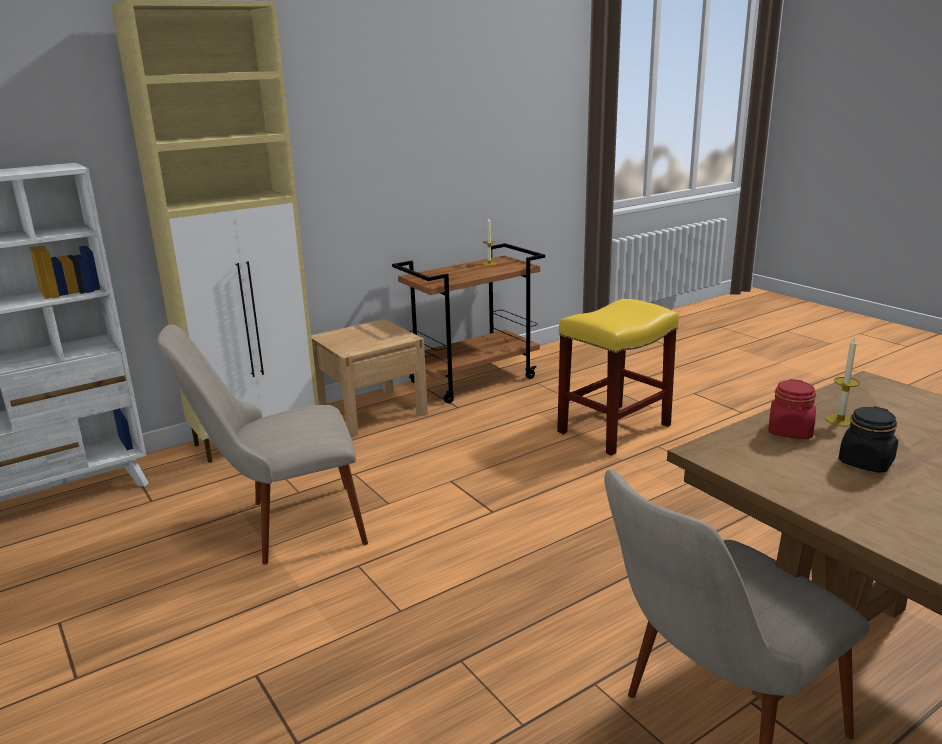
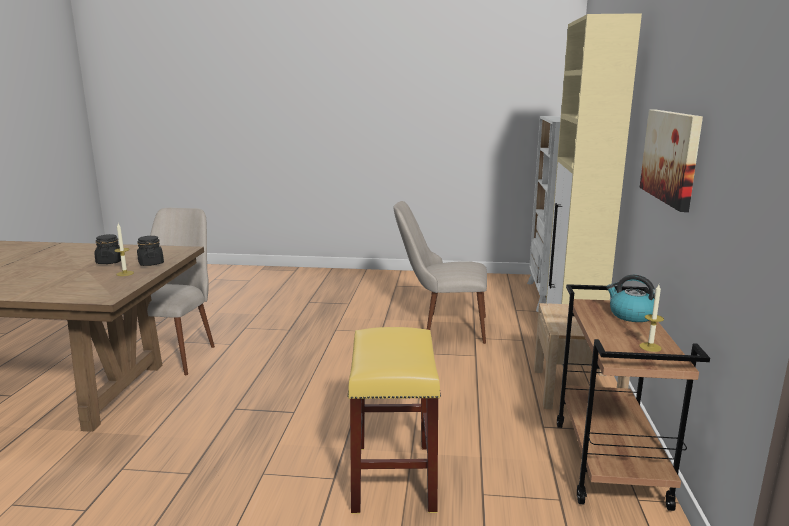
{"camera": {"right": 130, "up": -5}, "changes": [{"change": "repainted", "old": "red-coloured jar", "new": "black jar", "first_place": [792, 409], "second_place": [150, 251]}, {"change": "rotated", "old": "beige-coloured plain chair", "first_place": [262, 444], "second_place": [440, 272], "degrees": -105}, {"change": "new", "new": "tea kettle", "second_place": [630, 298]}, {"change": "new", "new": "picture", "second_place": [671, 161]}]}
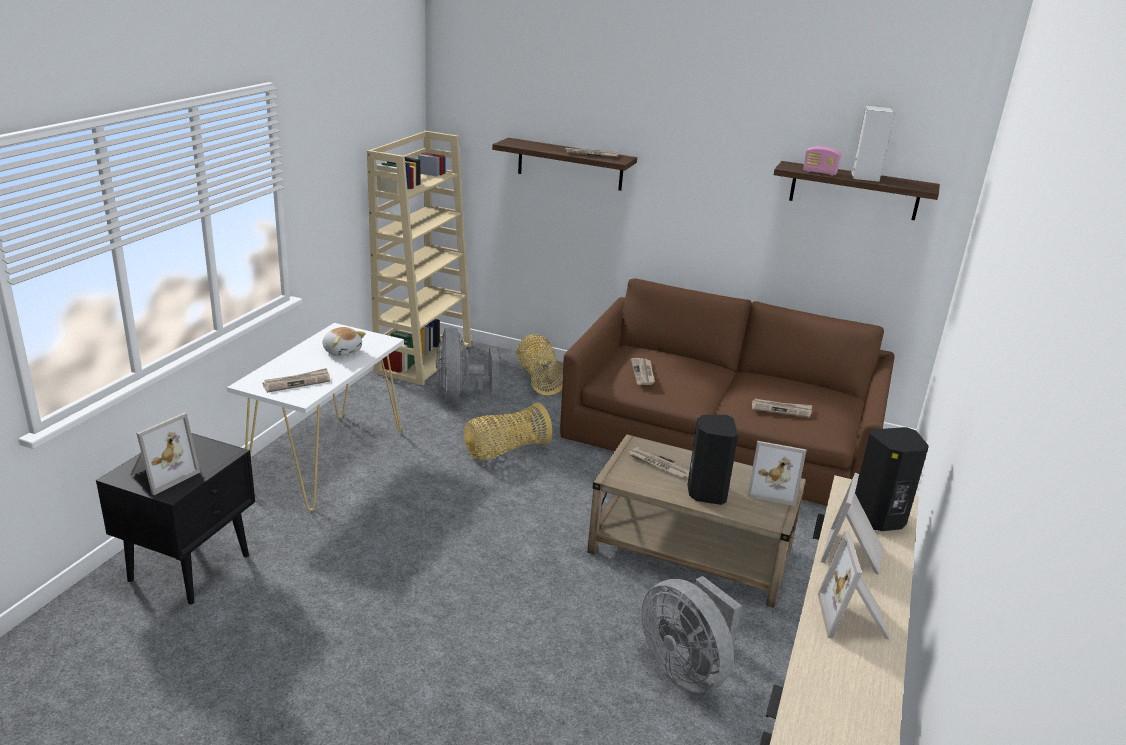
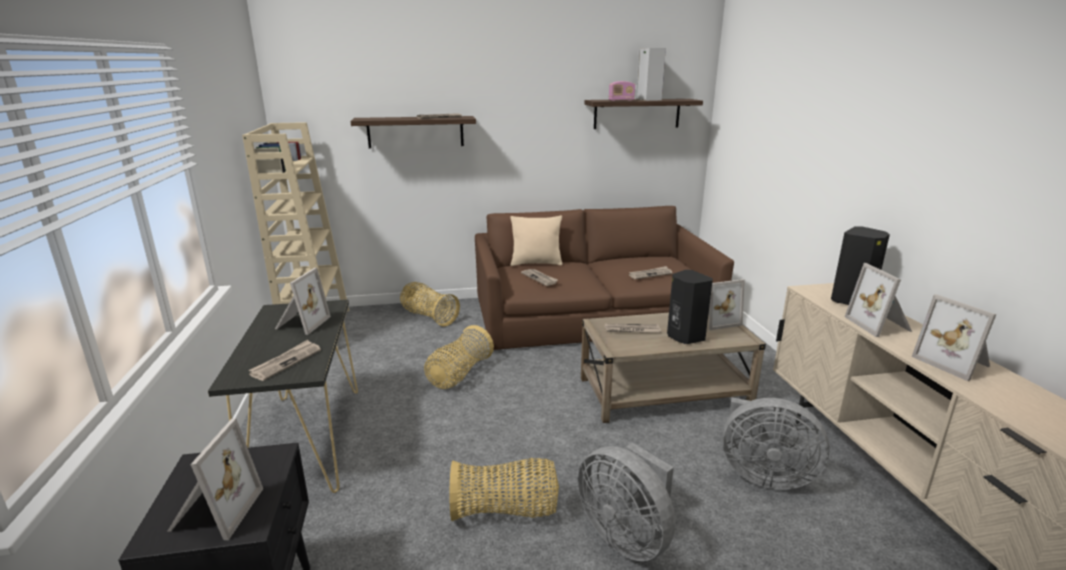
{"camera": {"right": -30, "up": -5}, "changes": [{"change": "repainted", "old": "white hall table", "new": "black hall table", "first_place": [315, 417], "second_place": [283, 396]}, {"change": "swapped", "old": "cuddly toy", "new": "photo frame", "first_place": [344, 341], "second_place": [303, 301]}, {"change": "new", "new": "storage basket", "second_place": [504, 489]}, {"change": "new", "new": "beige-coloured pillow", "second_place": [536, 241]}, {"change": "shifted", "old": "greyish electric fan", "first_place": [467, 363], "second_place": [627, 502]}]}
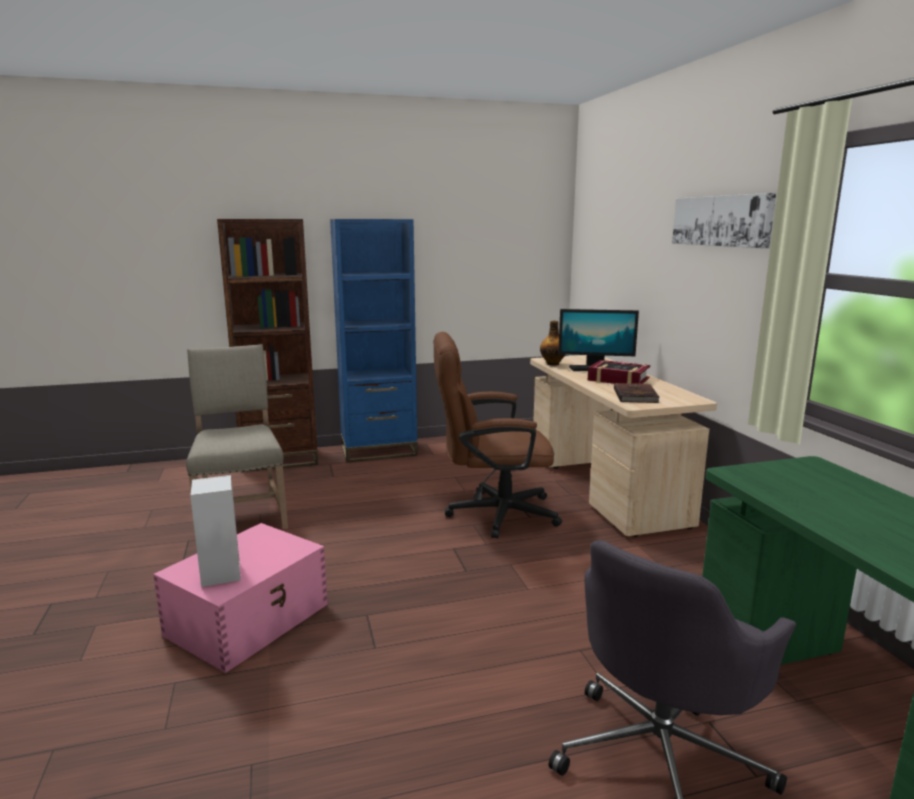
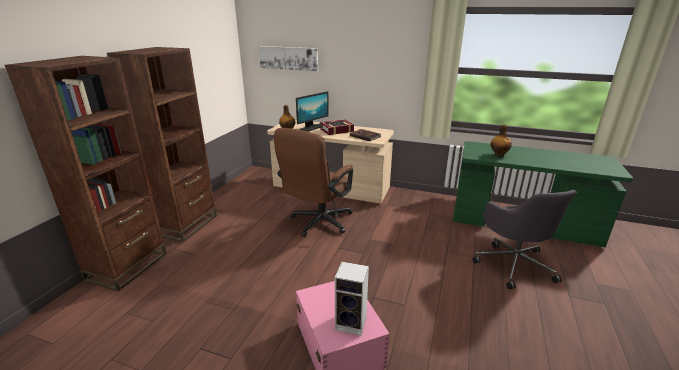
{"camera": {"right": -55, "up": 10}, "changes": [{"change": "repainted", "old": "bluish bookshelf", "new": "brown bookshelf", "first_place": [374, 340], "second_place": [162, 144]}, {"change": "shifted", "old": "picture", "first_place": [724, 220], "second_place": [288, 58]}, {"change": "new", "new": "bottle", "second_place": [501, 140]}, {"change": "gone", "old": "beige-coloured plain chair", "first_place": [237, 436]}]}
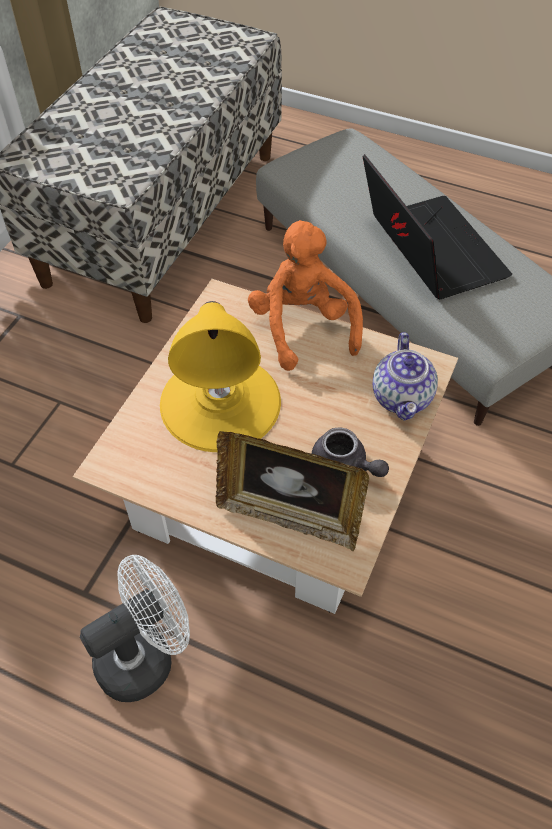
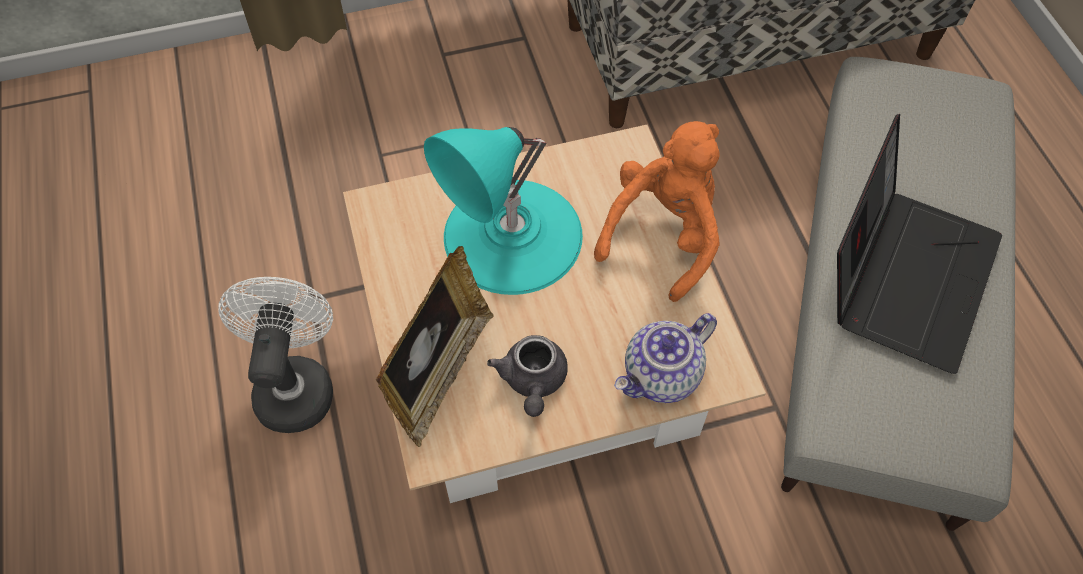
{"camera": {"right": 50, "up": 5}, "changes": [{"change": "rotated", "old": "white electric fan", "first_place": [135, 628], "second_place": [275, 355], "degrees": -105}, {"change": "rotated", "old": "photo frame", "first_place": [292, 491], "second_place": [435, 346], "degrees": -135}, {"change": "repainted", "old": "yellow lamp for a table", "new": "turquoise lamp for a table", "first_place": [220, 376], "second_place": [503, 211]}]}
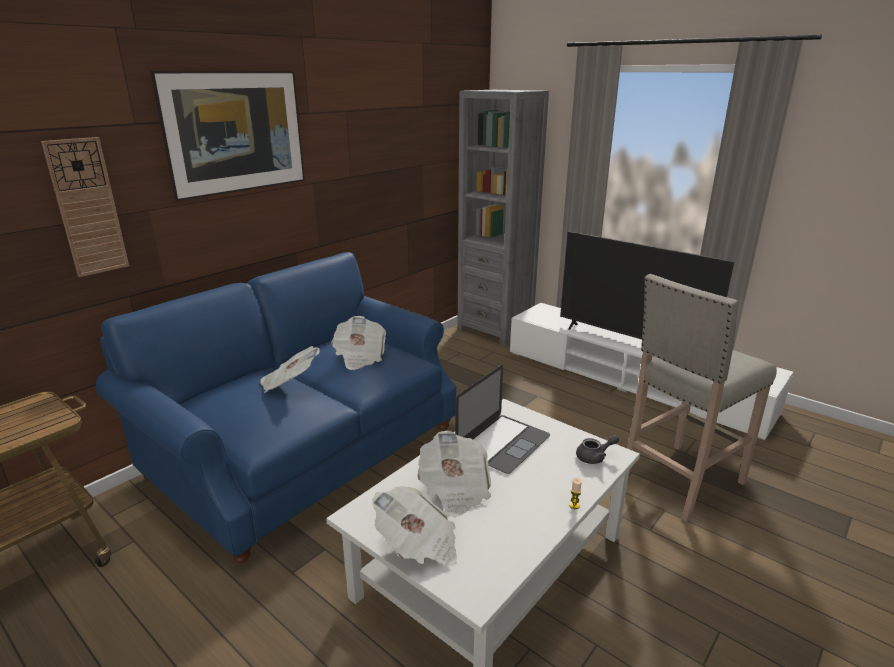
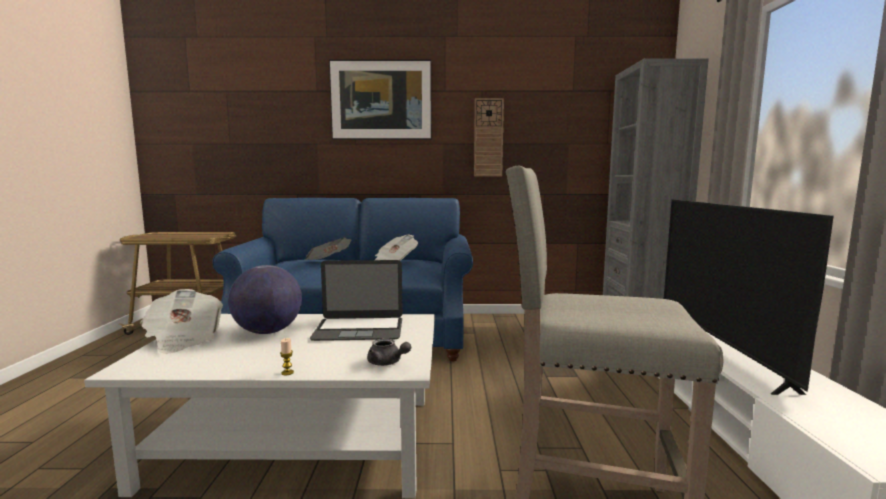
{"camera": {"right": 50, "up": -15}, "changes": [{"change": "swapped", "old": "printed paper", "new": "world globe", "first_place": [454, 474], "second_place": [265, 299]}, {"change": "shifted", "old": "hanging clock", "first_place": [85, 207], "second_place": [489, 137]}]}
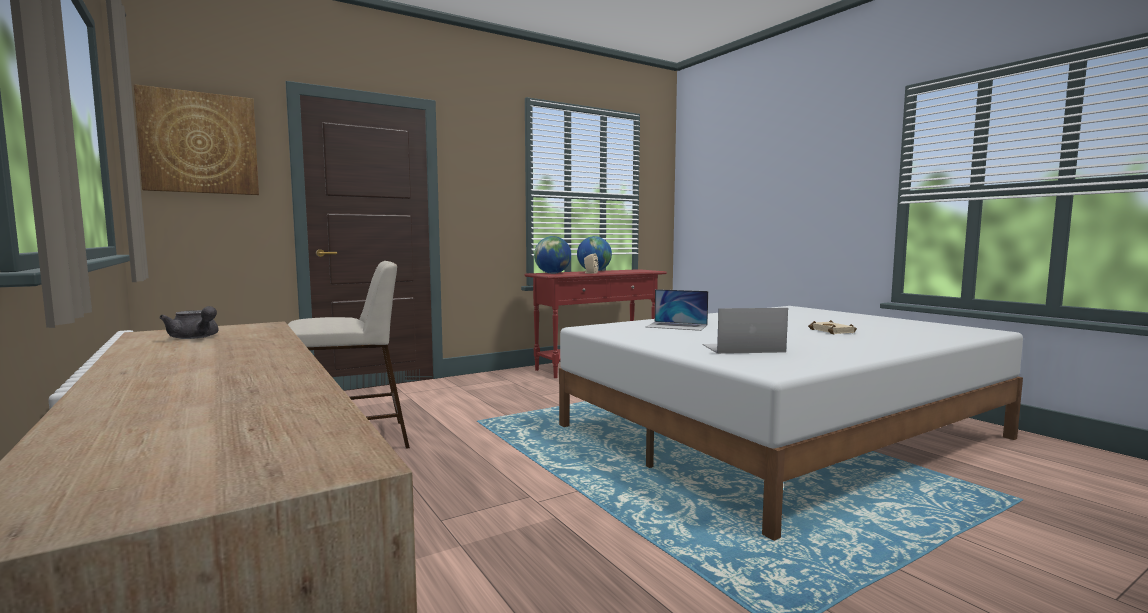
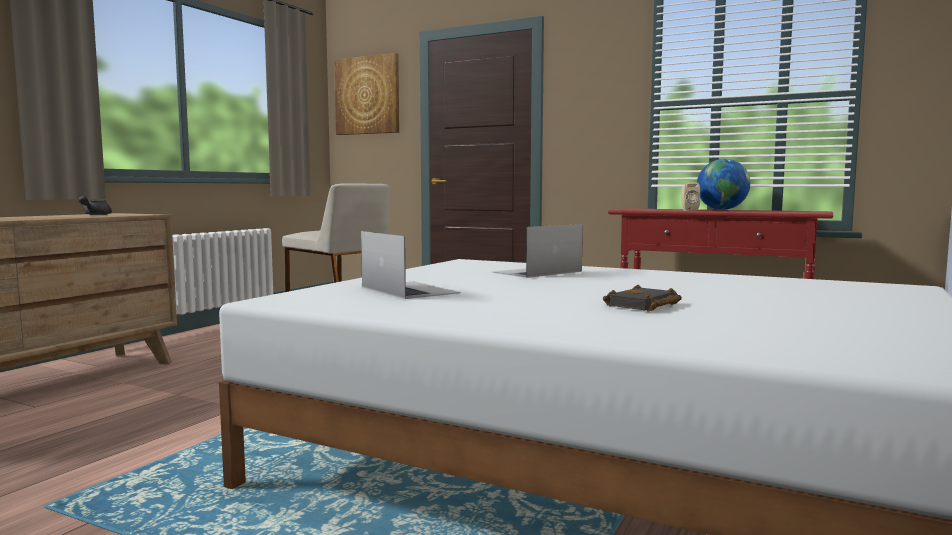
{"camera": {"right": 60, "up": 0}, "changes": [{"change": "rotated", "old": "notebook computer", "first_place": [677, 310], "second_place": [537, 251], "degrees": 60}, {"change": "repainted", "old": "beige-coloured book", "new": "black book", "first_place": [832, 327], "second_place": [642, 298]}, {"change": "gone", "old": "world globe", "first_place": [552, 255]}]}
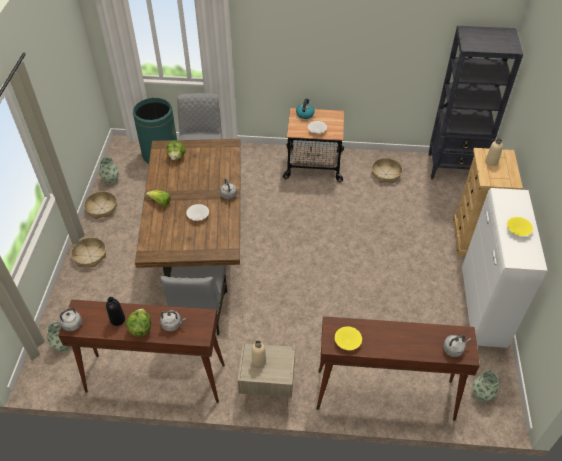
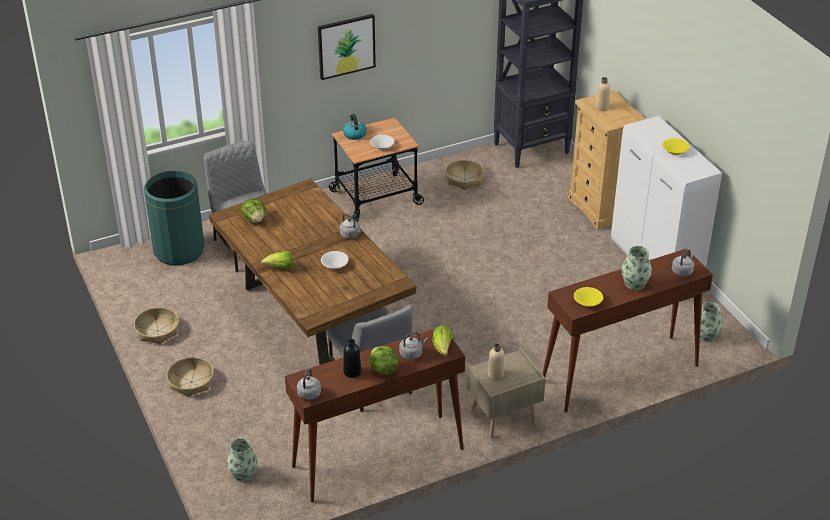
{"camera": {"right": -30, "up": -10}, "changes": [{"change": "new", "new": "picture", "second_place": [347, 47]}, {"change": "new", "new": "head of lettuce", "second_place": [442, 340]}, {"change": "shifted", "old": "vase", "first_place": [109, 170], "second_place": [637, 268]}]}
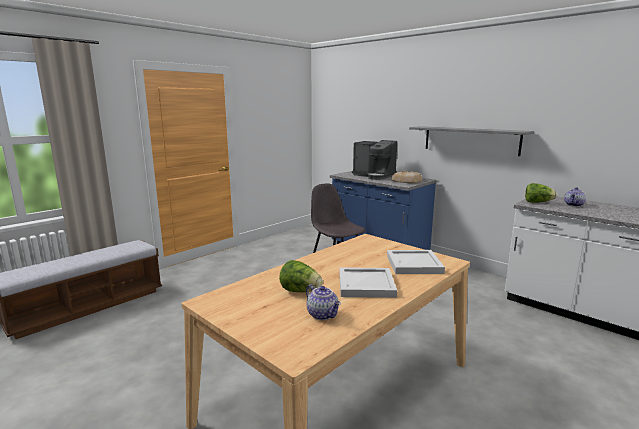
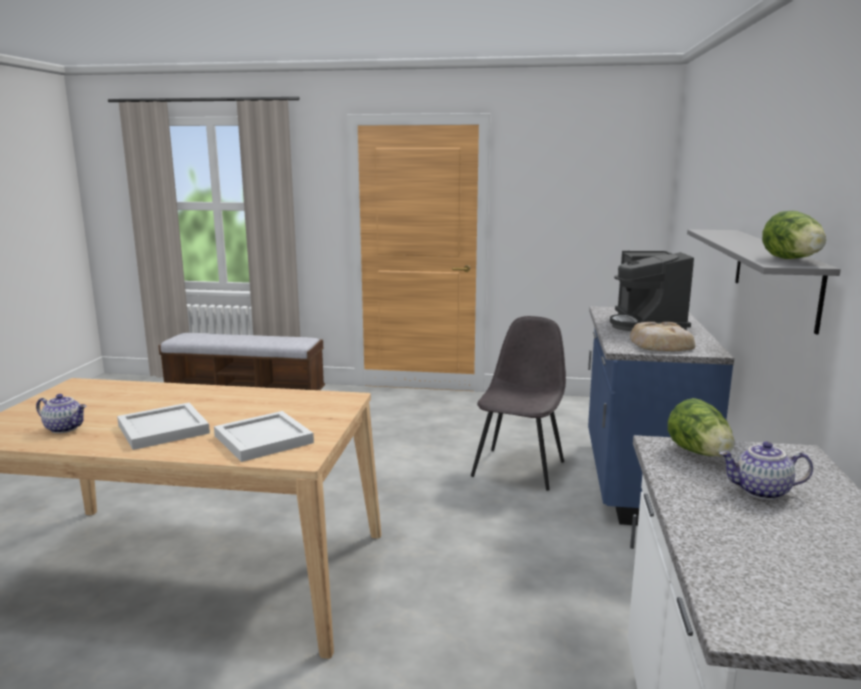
{"camera": {"right": 55, "up": 0}, "changes": [{"change": "rotated", "old": "teapot", "first_place": [323, 302], "second_place": [61, 413], "degrees": -90}, {"change": "shifted", "old": "head of lettuce", "first_place": [301, 276], "second_place": [794, 235]}]}
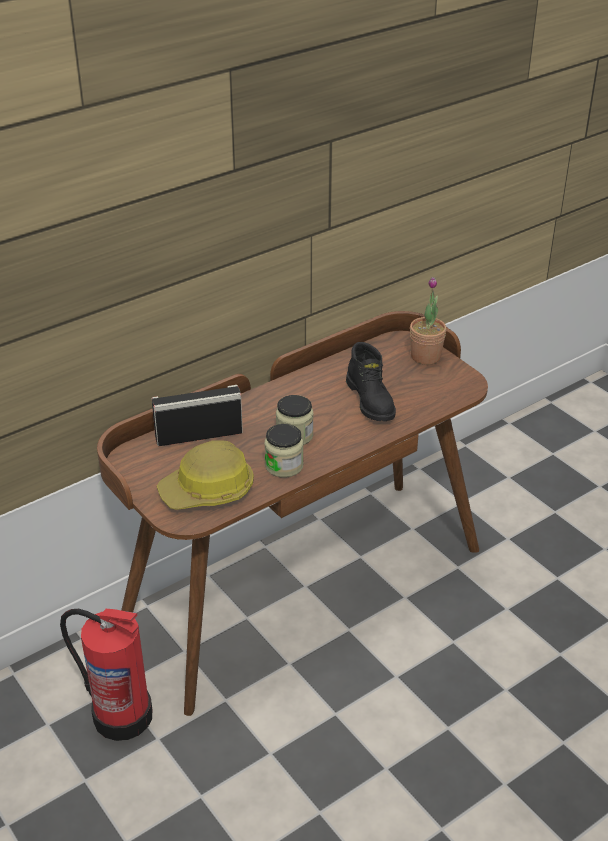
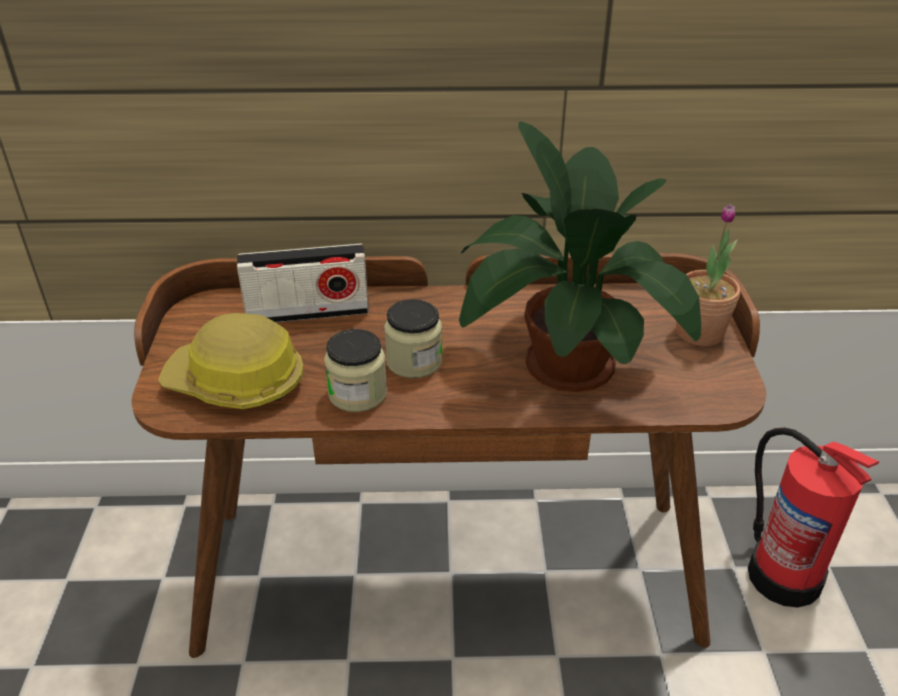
{"camera": {"right": 35, "up": 0}, "changes": [{"change": "rotated", "old": "radio set", "first_place": [197, 415], "second_place": [303, 282], "degrees": 150}, {"change": "swapped", "old": "black boot", "new": "plant in a pot", "first_place": [371, 381], "second_place": [580, 256]}, {"change": "shifted", "old": "fire extinguisher", "first_place": [106, 675], "second_place": [813, 517]}]}
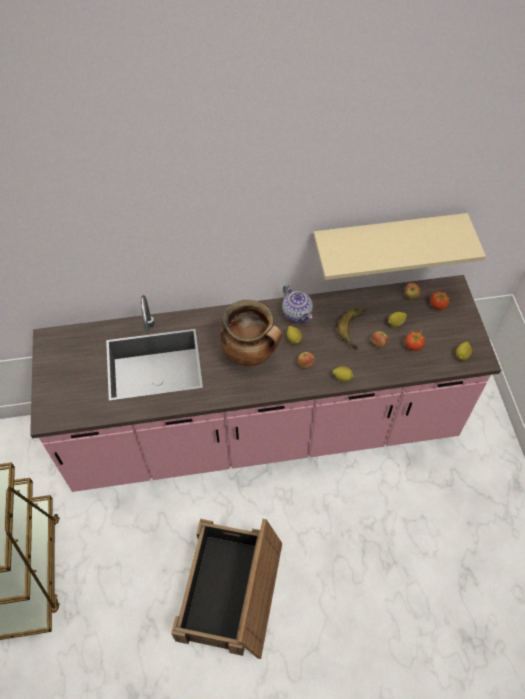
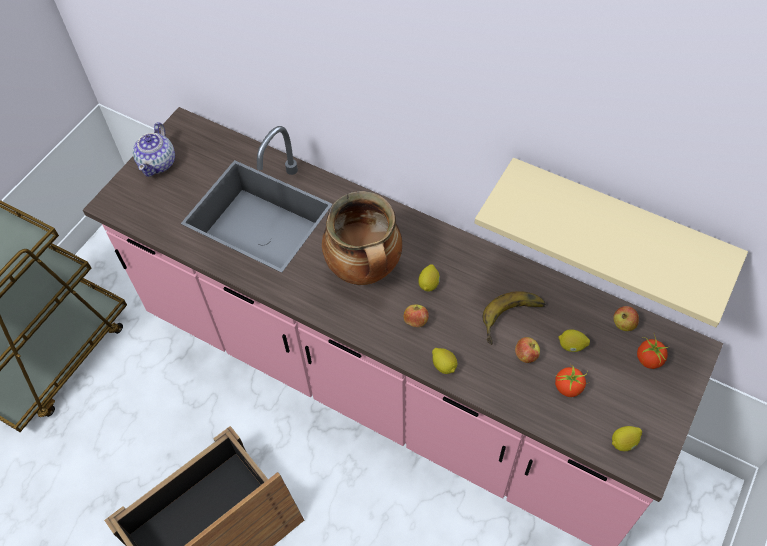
{"camera": {"right": 40, "up": 0}, "changes": [{"change": "shifted", "old": "teapot", "first_place": [297, 304], "second_place": [154, 149]}]}
